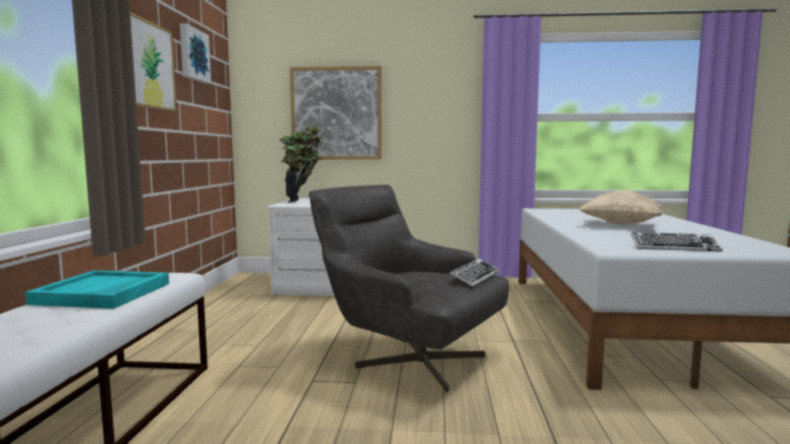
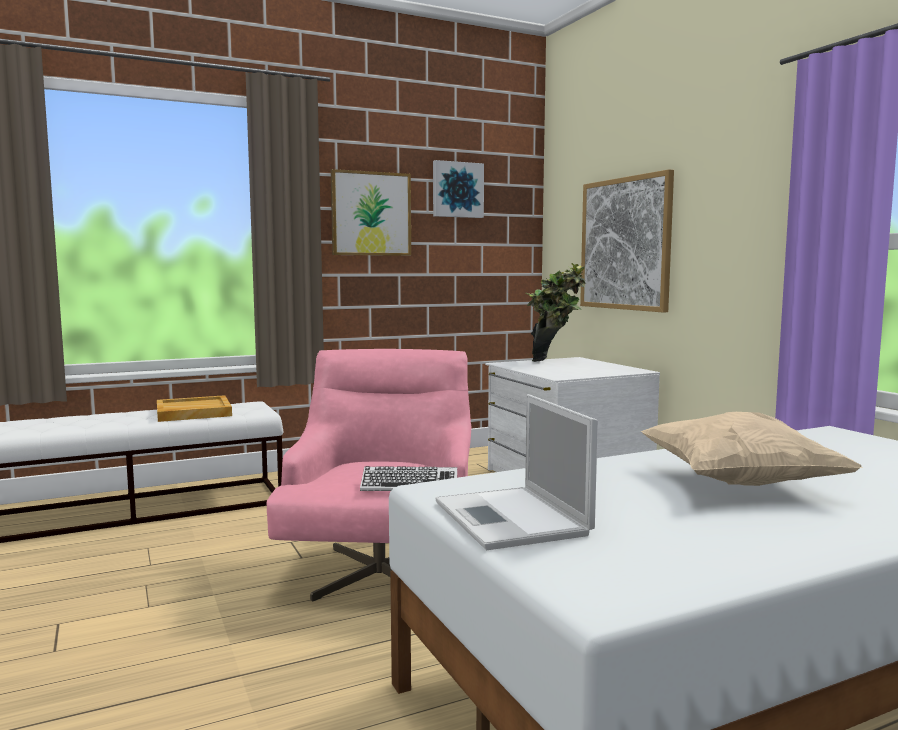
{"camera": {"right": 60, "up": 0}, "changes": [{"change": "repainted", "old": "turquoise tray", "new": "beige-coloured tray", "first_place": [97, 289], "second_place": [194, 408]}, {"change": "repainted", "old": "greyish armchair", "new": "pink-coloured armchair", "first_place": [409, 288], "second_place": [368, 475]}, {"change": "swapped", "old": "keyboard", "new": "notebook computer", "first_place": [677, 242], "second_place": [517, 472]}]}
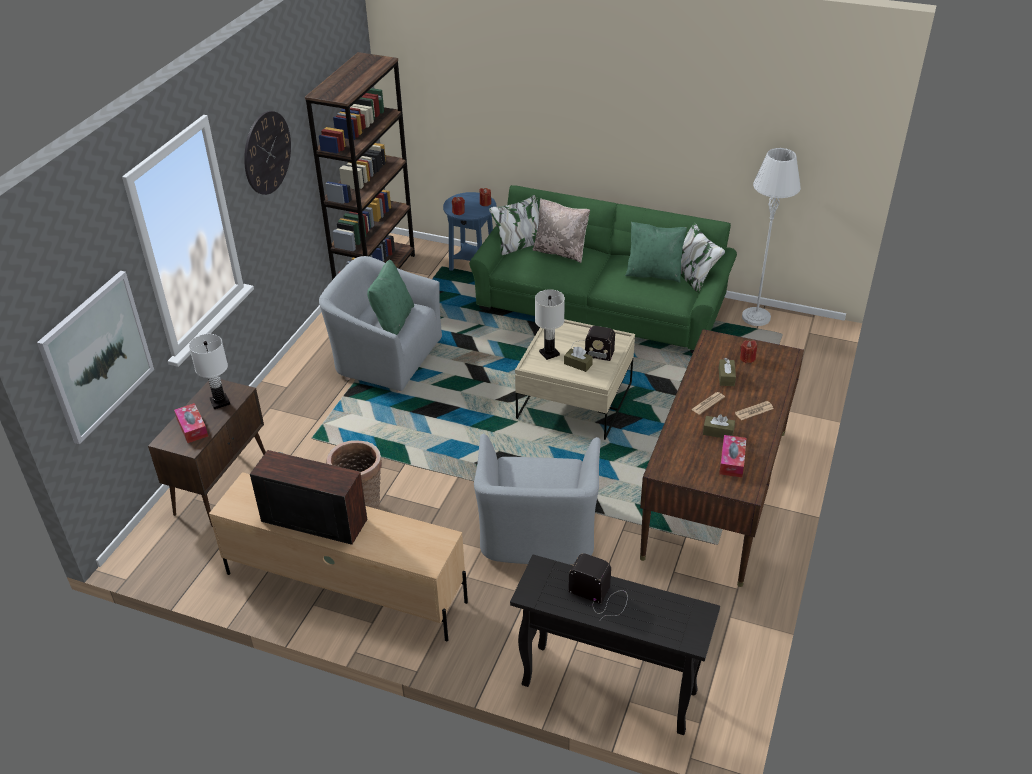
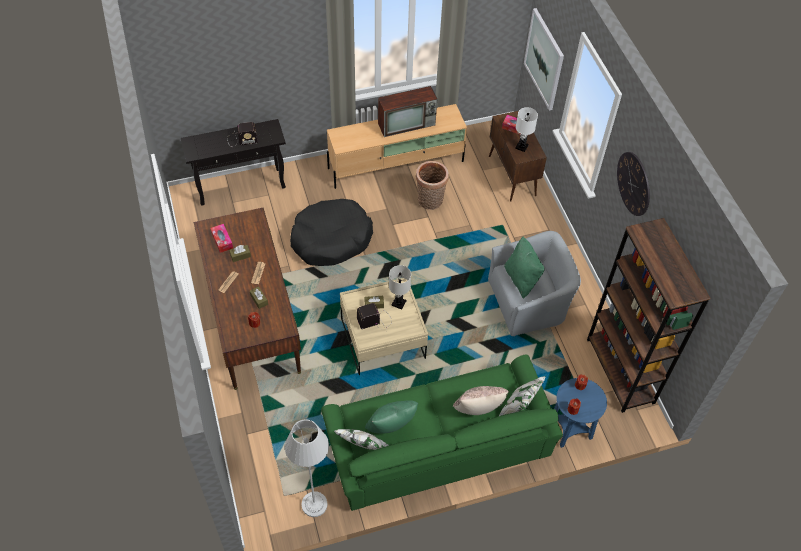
{"camera": {"right": 140, "up": 15}, "changes": [{"change": "swapped", "old": "greyish armchair", "new": "black pet bed", "first_place": [537, 499], "second_place": [331, 232]}]}
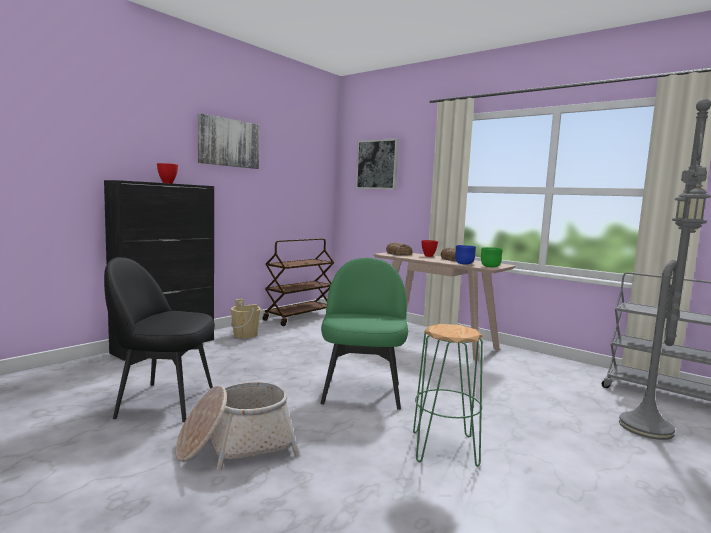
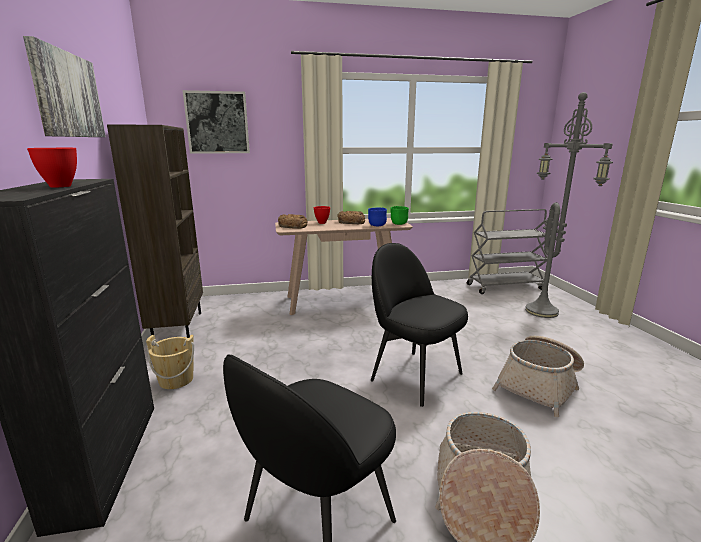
{"camera": {"right": -50, "up": 10}, "changes": [{"change": "swapped", "old": "brown wheeled cart", "new": "brown bookshelf", "first_place": [298, 282], "second_place": [155, 231]}, {"change": "repainted", "old": "green plain chair", "new": "black plain chair", "first_place": [364, 334], "second_place": [419, 325]}, {"change": "swapped", "old": "green sitting stool", "new": "storage basket", "first_place": [448, 395], "second_place": [538, 376]}]}
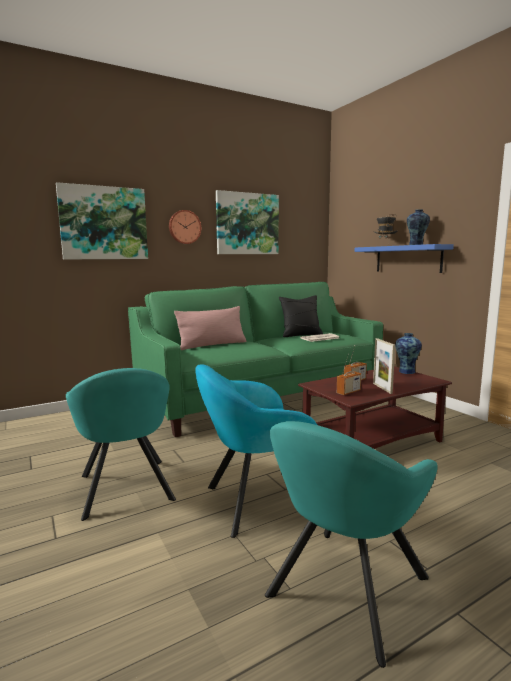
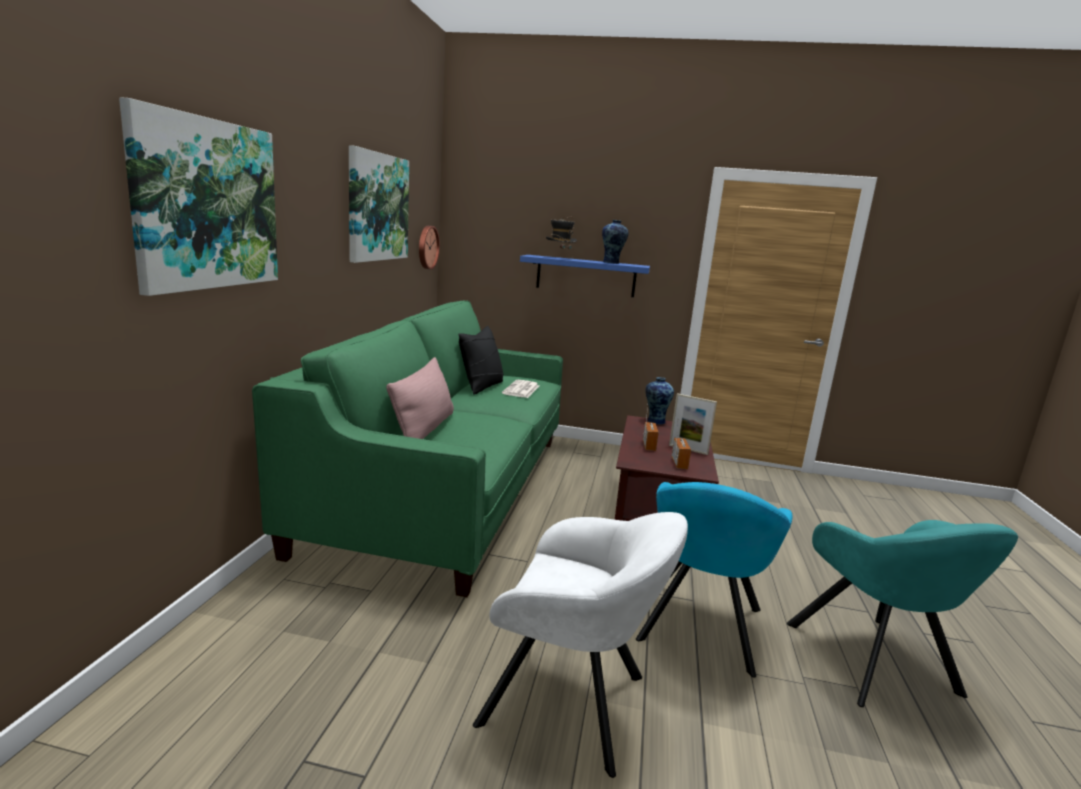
{"camera": {"right": -50, "up": 5}, "changes": [{"change": "shifted", "old": "hanging clock", "first_place": [185, 227], "second_place": [429, 248]}, {"change": "repainted", "old": "turquoise armchair", "new": "white armchair", "first_place": [121, 444], "second_place": [580, 645]}]}
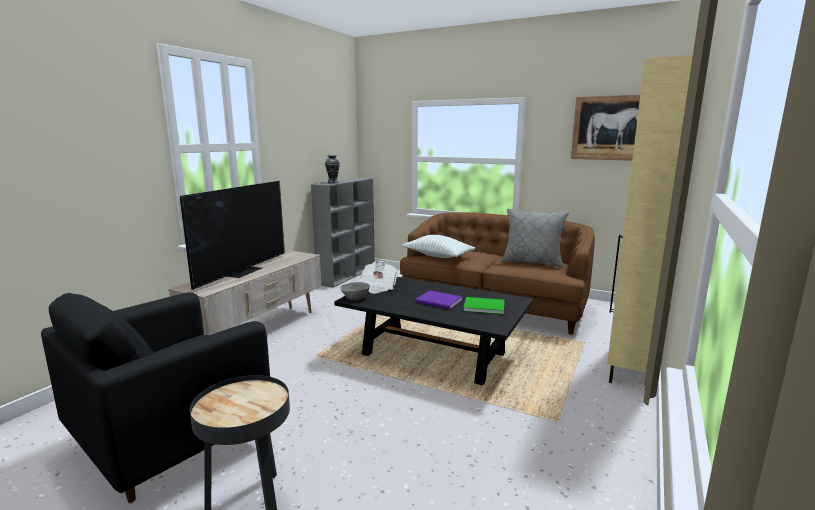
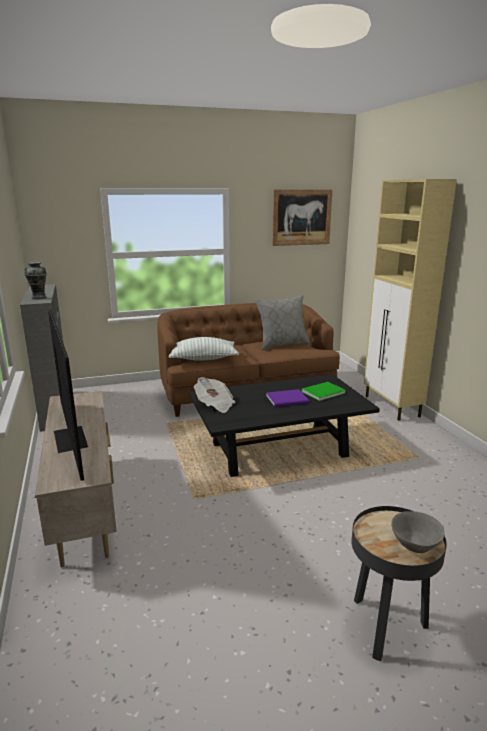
{"camera": {"right": -45, "up": 5}, "changes": [{"change": "shifted", "old": "greyish serving bowl", "first_place": [355, 291], "second_place": [418, 532]}, {"change": "gone", "old": "black armchair", "first_place": [155, 397]}]}
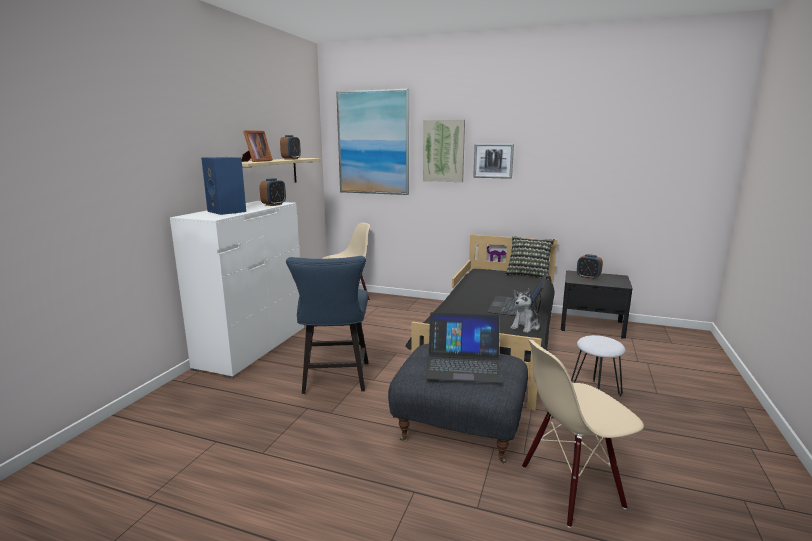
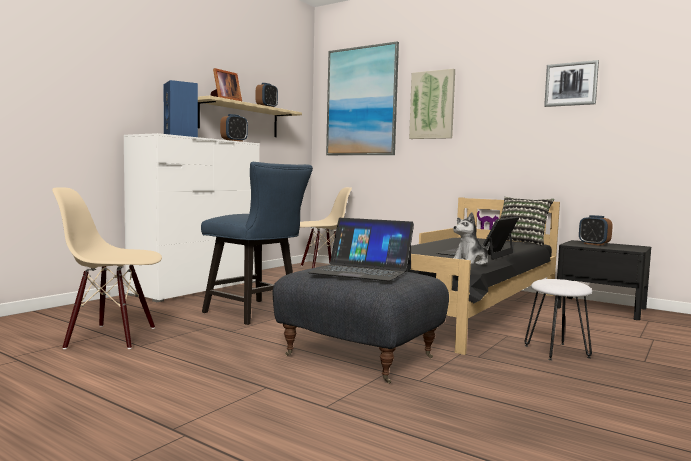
{"camera": {"right": 15, "up": -10}, "changes": [{"change": "shifted", "old": "beige-coloured plain chair", "first_place": [583, 434], "second_place": [107, 268]}, {"change": "rotated", "old": "bluish plain chair", "first_place": [327, 325], "second_place": [257, 243], "degrees": -60}, {"change": "shifted", "old": "picture", "first_place": [493, 161], "second_place": [571, 83]}]}
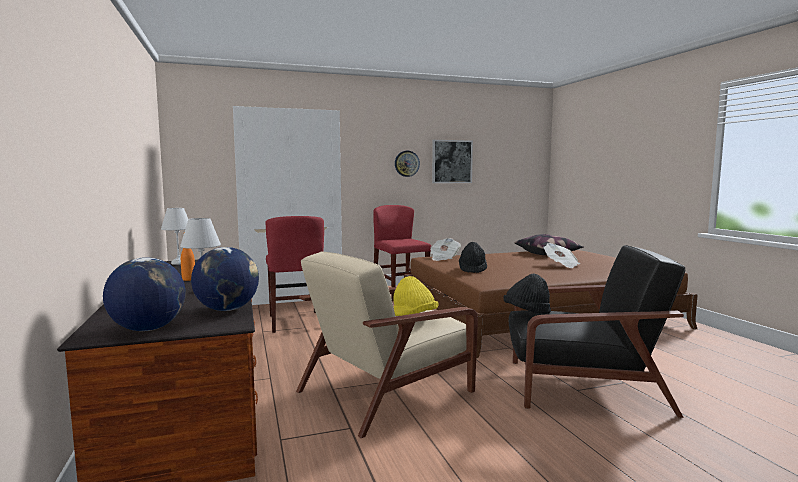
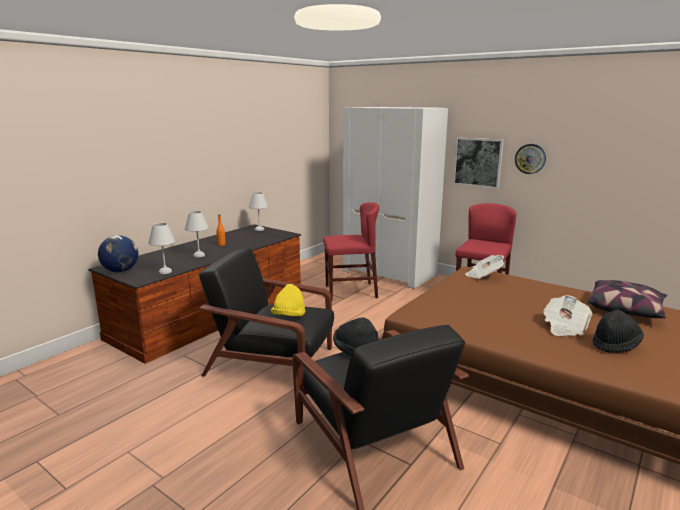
{"camera": {"right": 55, "up": 10}, "changes": [{"change": "swapped", "old": "world globe", "new": "white lamp for a table", "first_place": [225, 279], "second_place": [161, 248]}, {"change": "repainted", "old": "beige-coloured armchair", "new": "black armchair", "first_place": [387, 344], "second_place": [266, 312]}, {"change": "rotated", "old": "red-coloured plain chair", "first_place": [294, 274], "second_place": [351, 251], "degrees": -135}, {"change": "shifted", "old": "picture", "first_place": [452, 161], "second_place": [478, 163]}, {"change": "shifted", "old": "black wearable hat", "first_place": [473, 257], "second_place": [618, 331]}]}
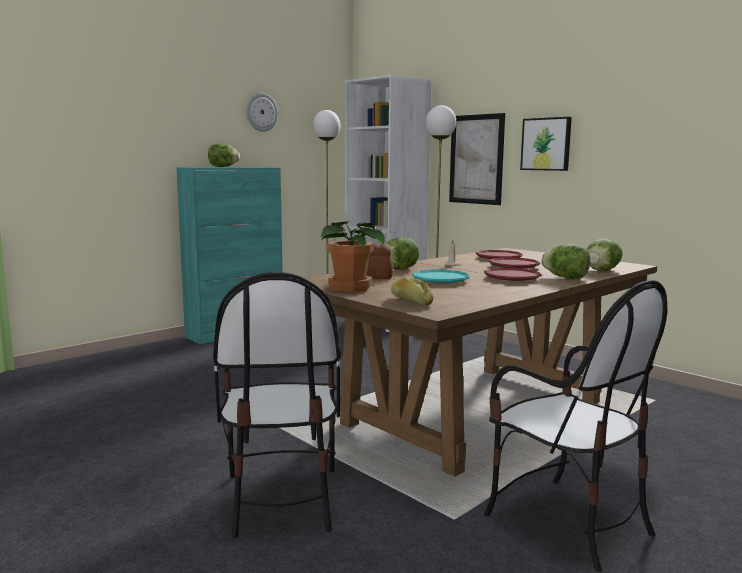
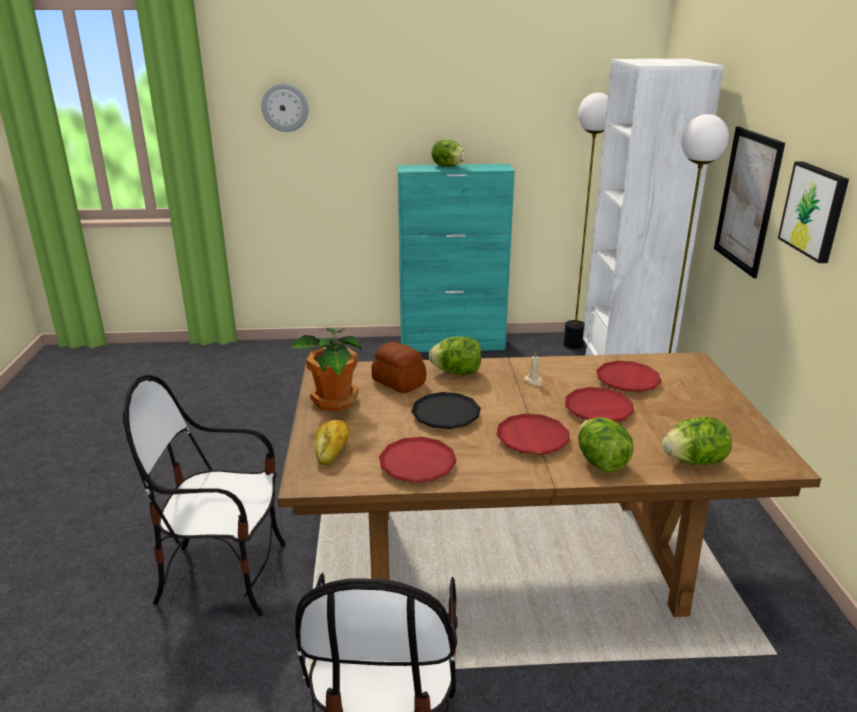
{"camera": {"right": 40, "up": 15}, "changes": [{"change": "rotated", "old": "plain chair", "first_place": [277, 405], "second_place": [204, 495], "degrees": 60}, {"change": "shifted", "old": "hanging clock", "first_place": [262, 112], "second_place": [284, 107]}, {"change": "new", "new": "red-coloured flat dish", "second_place": [417, 460]}, {"change": "repainted", "old": "turquoise flat dish", "new": "black flat dish", "first_place": [441, 276], "second_place": [446, 410]}]}
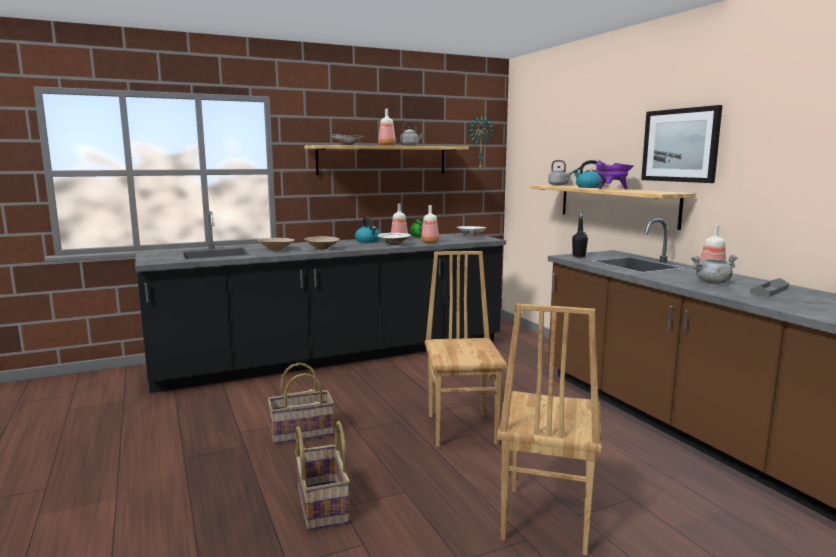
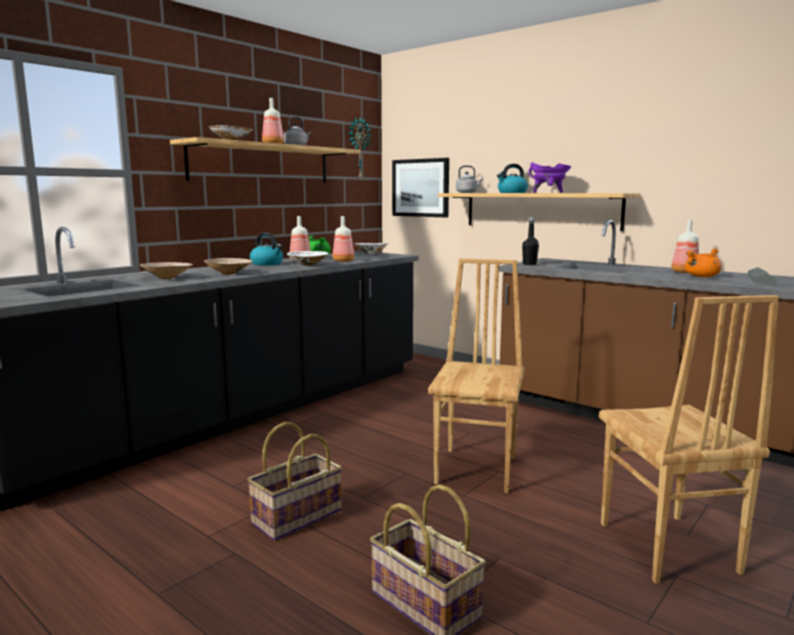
{"camera": {"right": -25, "up": 0}, "changes": [{"change": "shifted", "old": "picture", "first_place": [681, 144], "second_place": [420, 187]}, {"change": "rotated", "old": "brown plain chair", "first_place": [466, 349], "second_place": [476, 376], "degrees": 45}, {"change": "repainted", "old": "greyish cooking pot", "new": "orange-coloured cooking pot", "first_place": [714, 269], "second_place": [703, 262]}]}
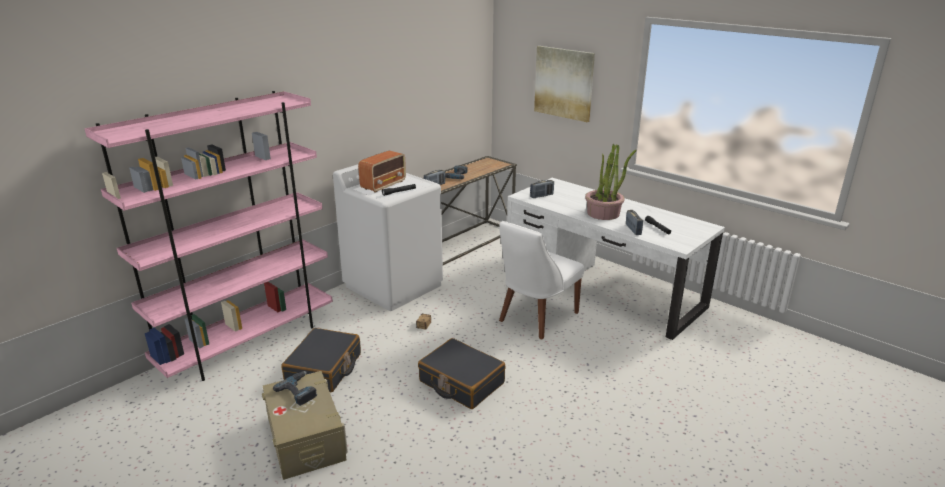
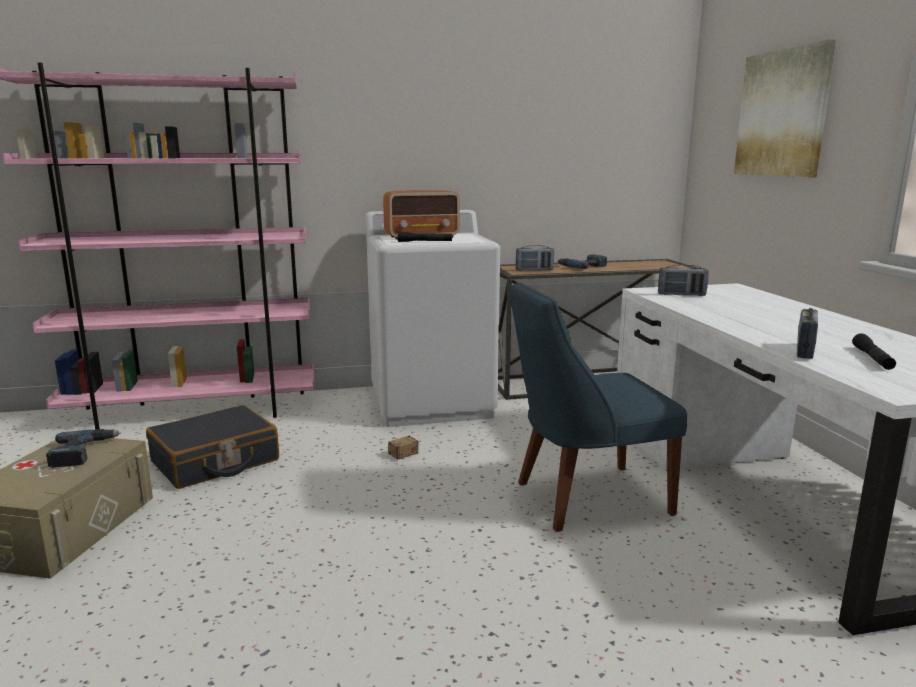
{"camera": {"right": 35, "up": -10}, "changes": [{"change": "repainted", "old": "white plain chair", "new": "bluish plain chair", "first_place": [541, 280], "second_place": [598, 407]}, {"change": "gone", "old": "black suitcase", "first_place": [461, 373]}, {"change": "gone", "old": "plant in a pot", "first_place": [610, 182]}]}
